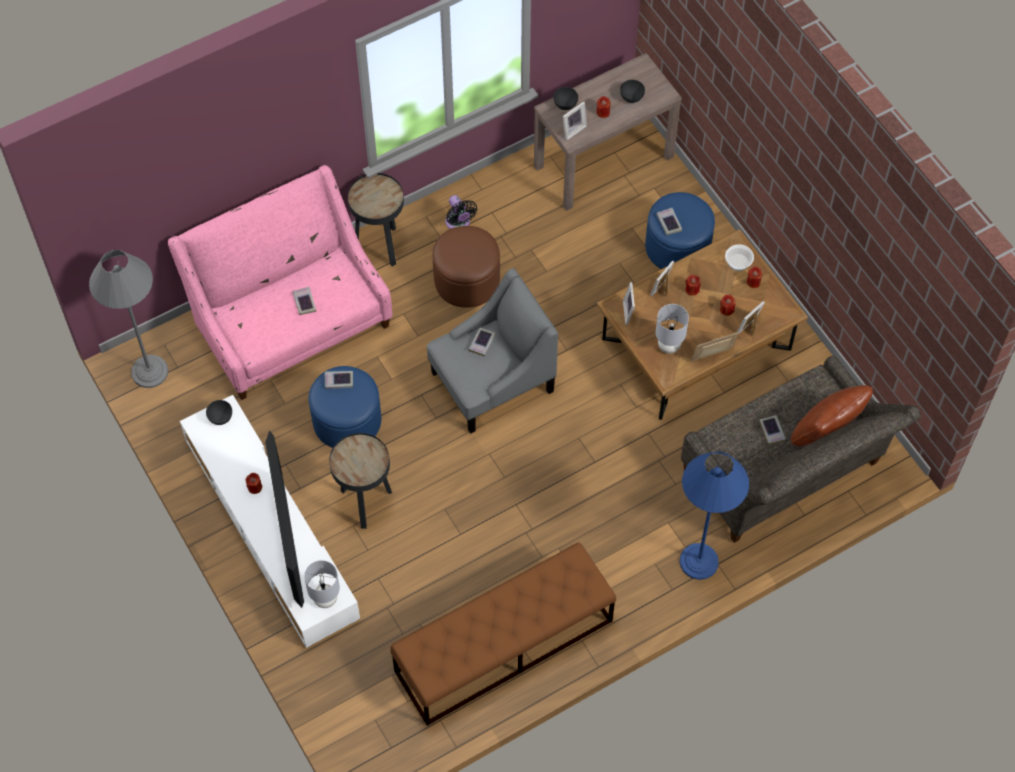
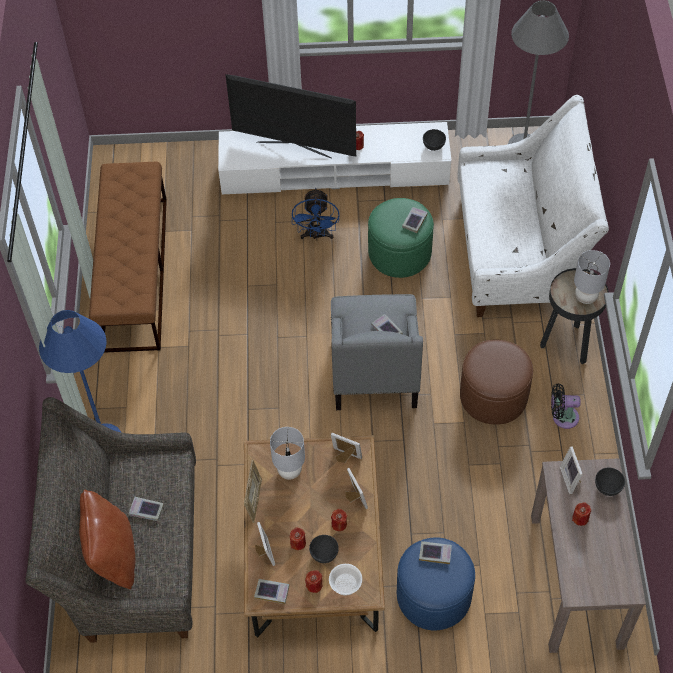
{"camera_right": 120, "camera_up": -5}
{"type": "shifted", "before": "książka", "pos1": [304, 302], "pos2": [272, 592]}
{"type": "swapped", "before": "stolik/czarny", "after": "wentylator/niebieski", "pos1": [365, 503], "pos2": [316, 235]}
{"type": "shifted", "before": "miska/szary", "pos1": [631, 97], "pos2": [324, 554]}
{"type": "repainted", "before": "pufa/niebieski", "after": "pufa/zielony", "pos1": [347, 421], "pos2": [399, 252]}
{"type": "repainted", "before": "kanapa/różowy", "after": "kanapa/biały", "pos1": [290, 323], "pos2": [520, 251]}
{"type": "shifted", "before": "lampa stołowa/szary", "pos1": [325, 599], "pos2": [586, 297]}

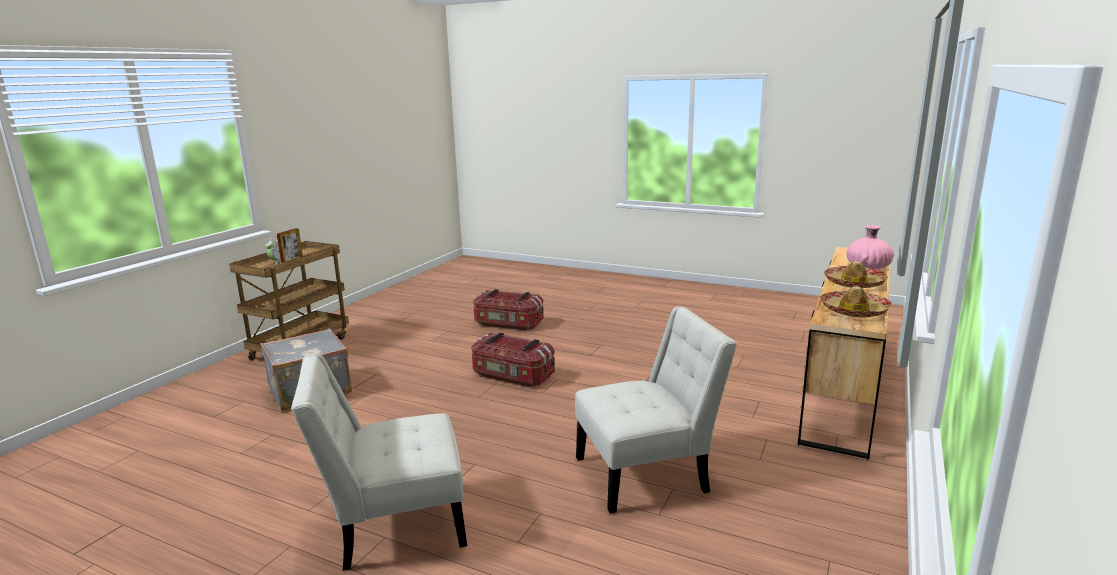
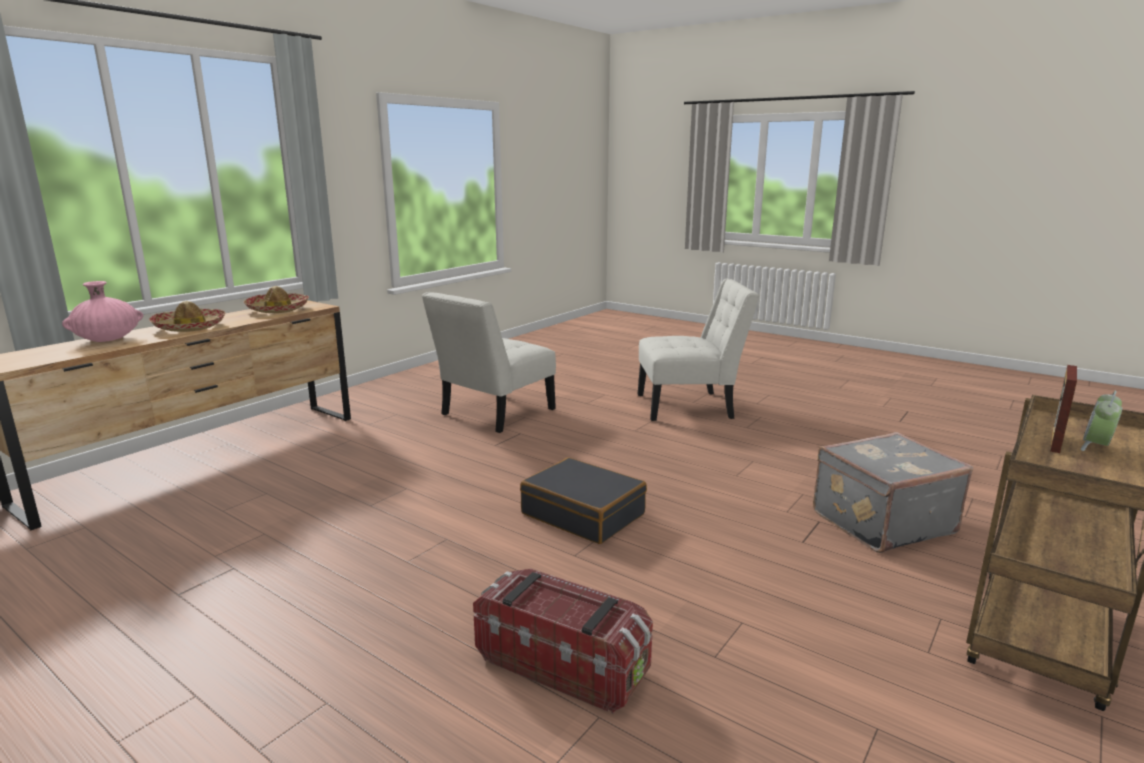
{"camera_right": -170, "camera_up": 0}
{"type": "rotated", "before": "krzesło/biały", "pos1": [648, 473], "pos2": [493, 414], "turn": -45}
{"type": "swapped", "before": "pojemnik do przechowywania", "after": "walizka/czarny", "pos1": [512, 376], "pos2": [583, 514]}

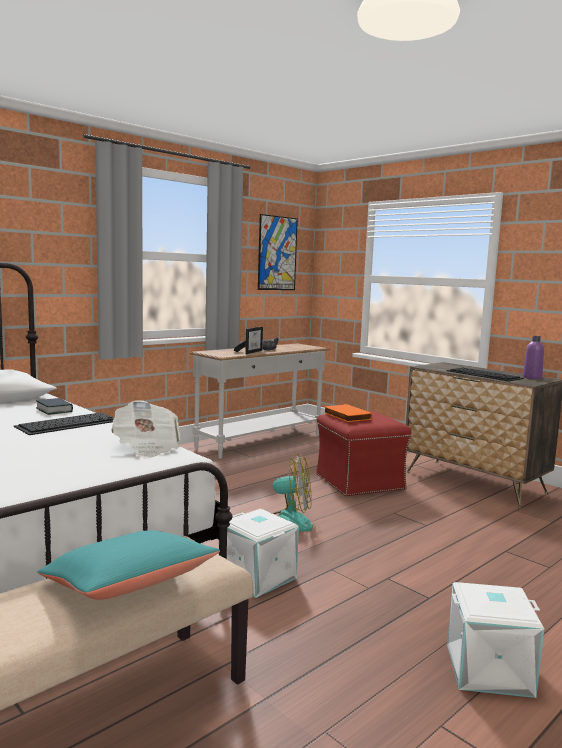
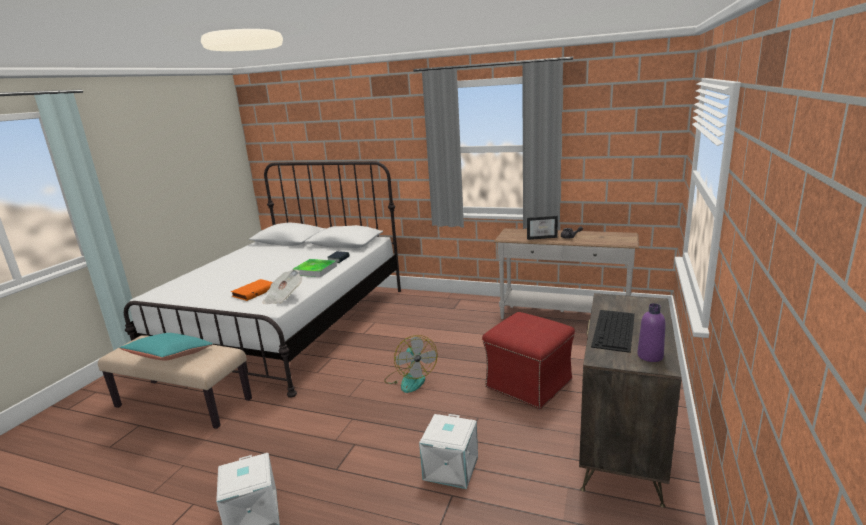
{"camera_right": 65, "camera_up": 10}
{"type": "shifted", "before": "książka/pomarańczowy", "pos1": [345, 416], "pos2": [254, 292]}
{"type": "swapped", "before": "klawiatura", "after": "taca", "pos1": [69, 423], "pos2": [315, 270]}
{"type": "shifted", "before": "pojemnik do przechowywania/biały", "pos1": [258, 577], "pos2": [451, 468]}
{"type": "gone", "before": "obraz", "pos1": [277, 253]}

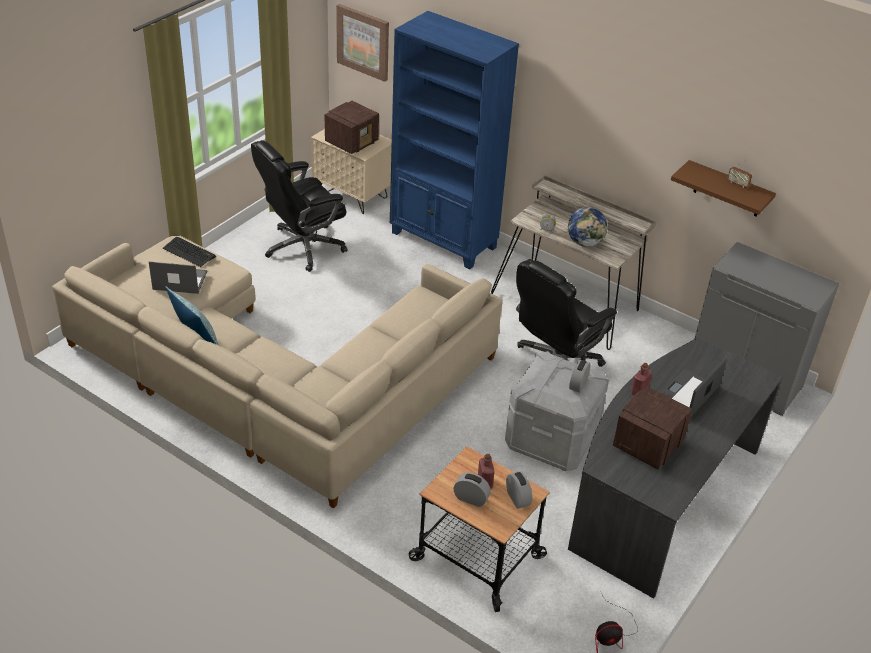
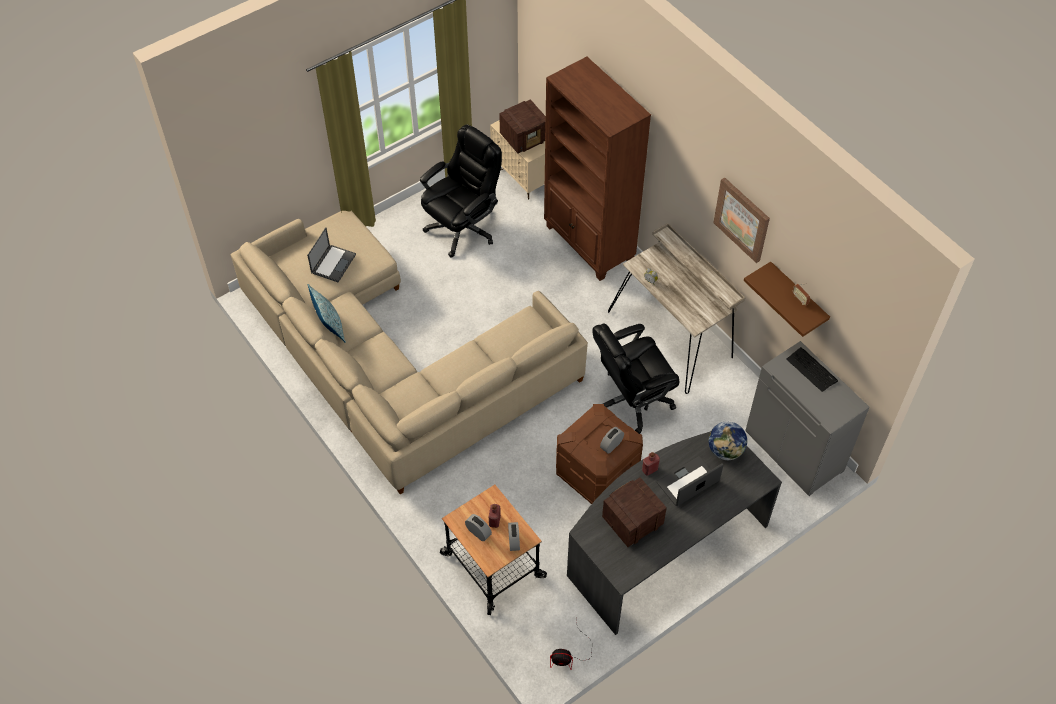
{"camera_right": 20, "camera_up": 15}
{"type": "rotated", "before": "laptop", "pos1": [179, 281], "pos2": [333, 263], "turn": 90}
{"type": "rotated", "before": "krzesło biurowe/czarny", "pos1": [302, 247], "pos2": [463, 228], "turn": 150}
{"type": "repainted", "before": "regał/niebieski", "after": "regał/brązowy", "pos1": [444, 241], "pos2": [589, 244]}
{"type": "repainted", "before": "pojemnik do przechowywania/szary", "after": "pojemnik do przechowywania/brązowy", "pos1": [551, 440], "pos2": [597, 473]}
{"type": "shifted", "before": "globus", "pos1": [585, 243], "pos2": [725, 450]}
{"type": "shifted", "before": "obraz", "pos1": [363, 42], "pos2": [742, 219]}
{"type": "shifted", "before": "klawiatura", "pos1": [189, 252], "pos2": [811, 369]}

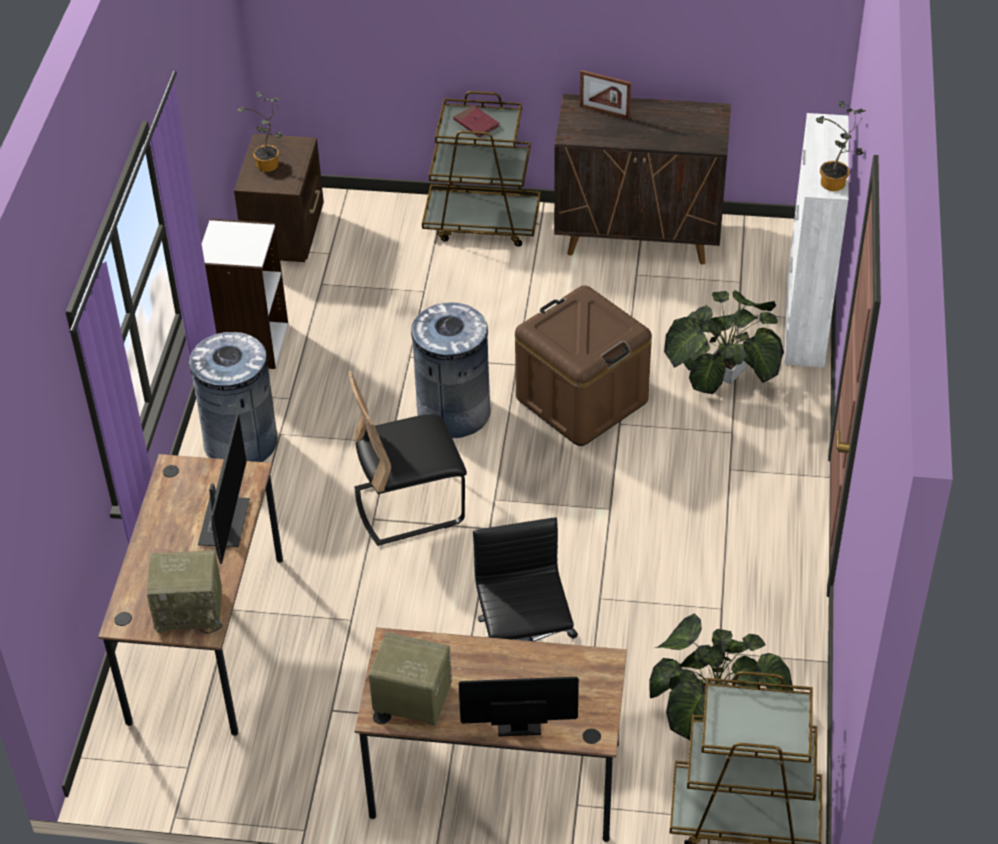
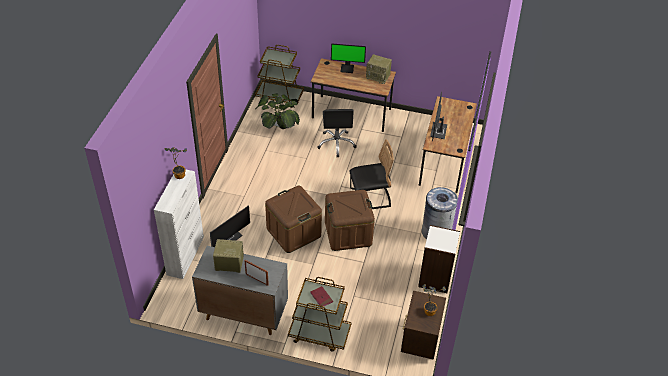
{"camera_right": -175, "camera_up": 0}
{"type": "repainted", "before": "szafka/brązowy", "after": "szafka/szary", "pos1": [639, 237], "pos2": [243, 313]}
{"type": "swapped", "before": "roślina doniczkowa", "after": "monitor", "pos1": [725, 370], "pos2": [229, 237]}
{"type": "shifted", "before": "radio", "pos1": [191, 610], "pos2": [228, 264]}
{"type": "swapped", "before": "kosz na śmieci/szary", "after": "pojemnik do przechowywania/brązowy", "pos1": [453, 412], "pos2": [348, 233]}

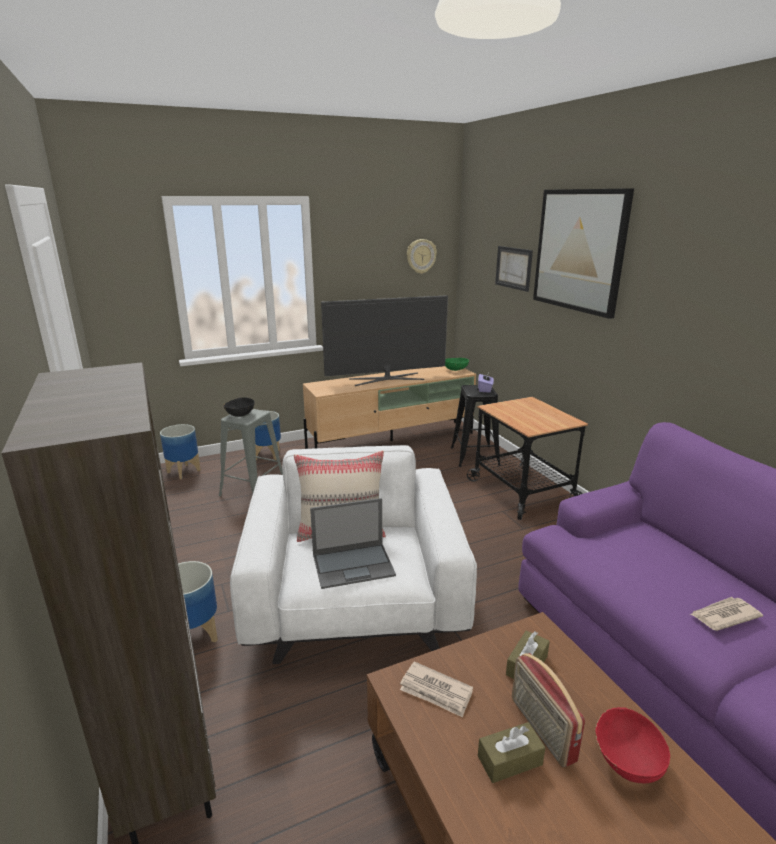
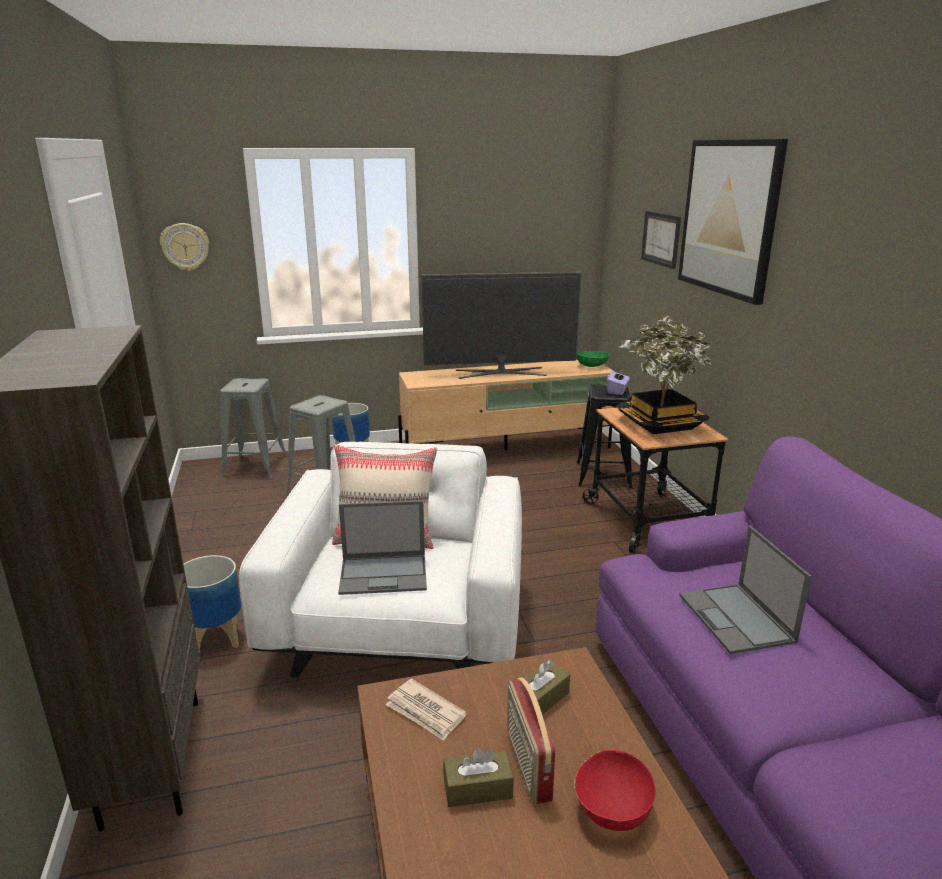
{"camera_right": 10, "camera_up": 0}
{"type": "shifted", "before": "zegar ścienny", "pos1": [421, 256], "pos2": [185, 246]}
{"type": "swapped", "before": "donica", "after": "stołek/szary", "pos1": [183, 471], "pos2": [255, 466]}
{"type": "new", "after": "roślina doniczkowa", "pos2": [660, 424]}
{"type": "new", "after": "laptop", "pos2": [737, 619]}
{"type": "gone", "before": "miska/czarny", "pos1": [240, 414]}
{"type": "gone", "before": "gazeta", "pos1": [723, 615]}

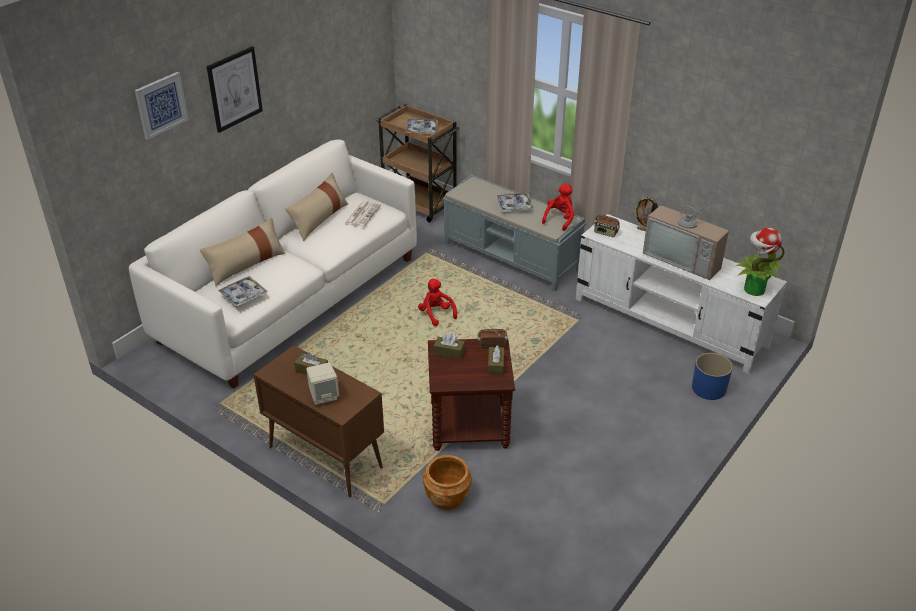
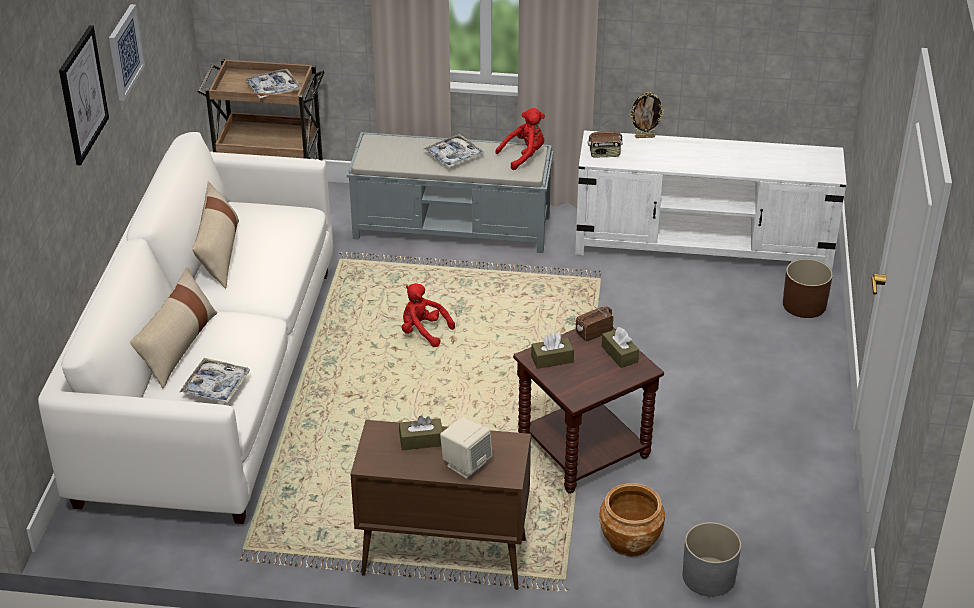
{"camera_right": -30, "camera_up": 0}
{"type": "shifted", "before": "obraz", "pos1": [161, 105], "pos2": [124, 52]}
{"type": "rotated", "before": "pluszak/czerwony", "pos1": [560, 219], "pos2": [524, 156], "turn": 60}
{"type": "new", "after": "donica/szary", "pos2": [708, 577]}
{"type": "repainted", "before": "donica/niebieski", "after": "donica/brązowy", "pos1": [709, 388], "pos2": [804, 305]}
{"type": "gone", "before": "gazeta", "pos1": [362, 214]}
{"type": "gone", "before": "telewizor", "pos1": [684, 258]}
{"type": "gone", "before": "roślina doniczkowa", "pos1": [753, 289]}

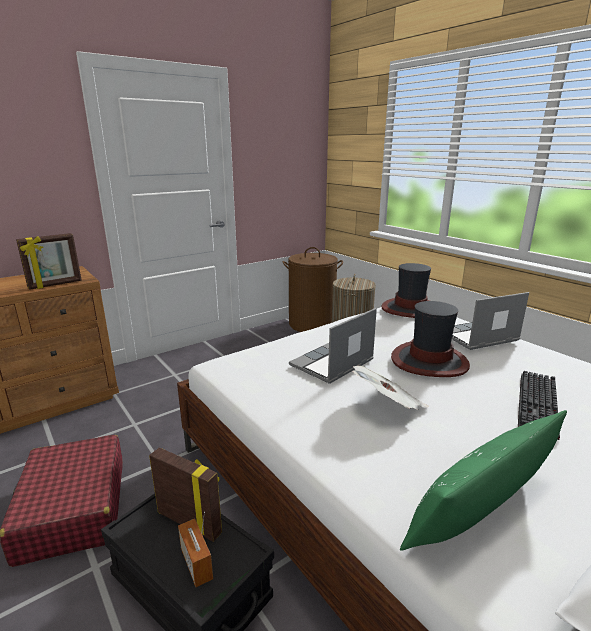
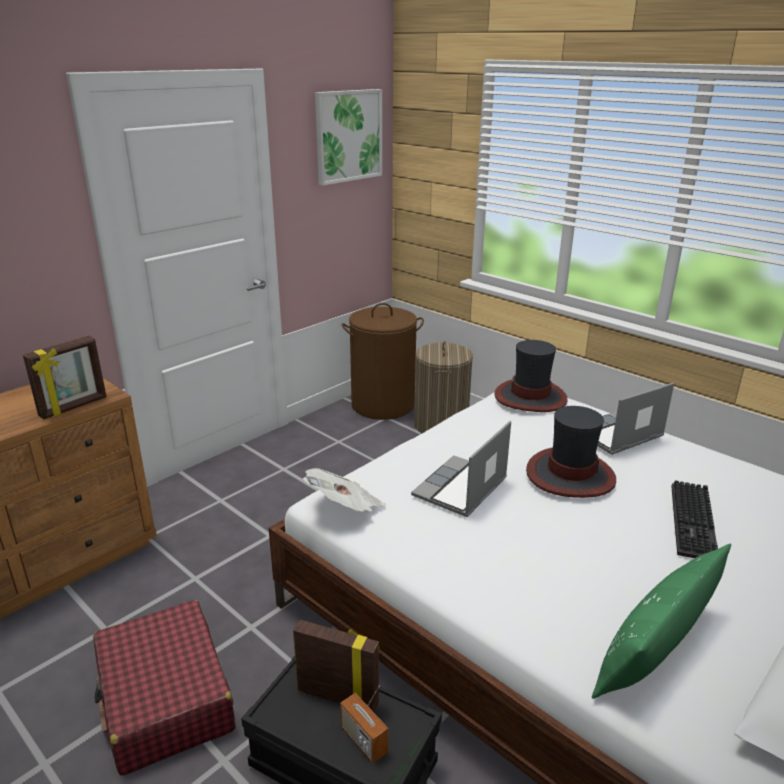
{"camera_right": -10, "camera_up": 5}
{"type": "shifted", "before": "gazeta", "pos1": [388, 405], "pos2": [345, 508]}
{"type": "new", "after": "obraz", "pos2": [348, 136]}

